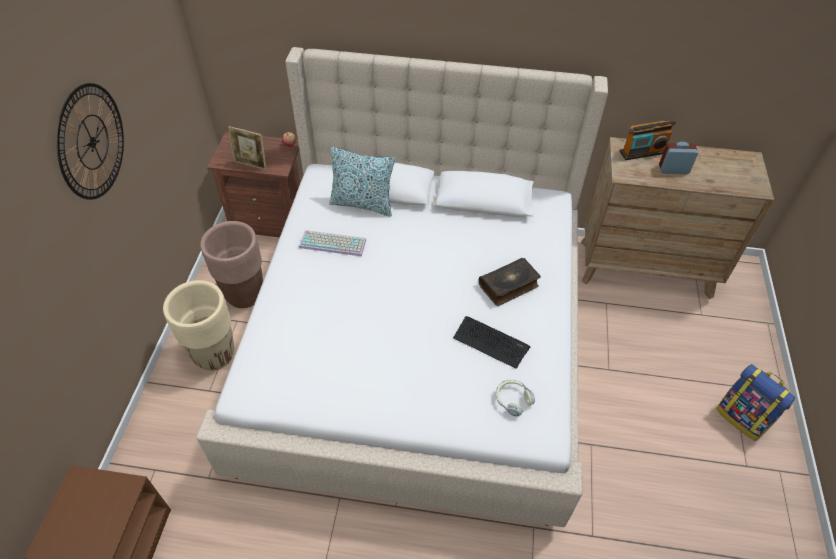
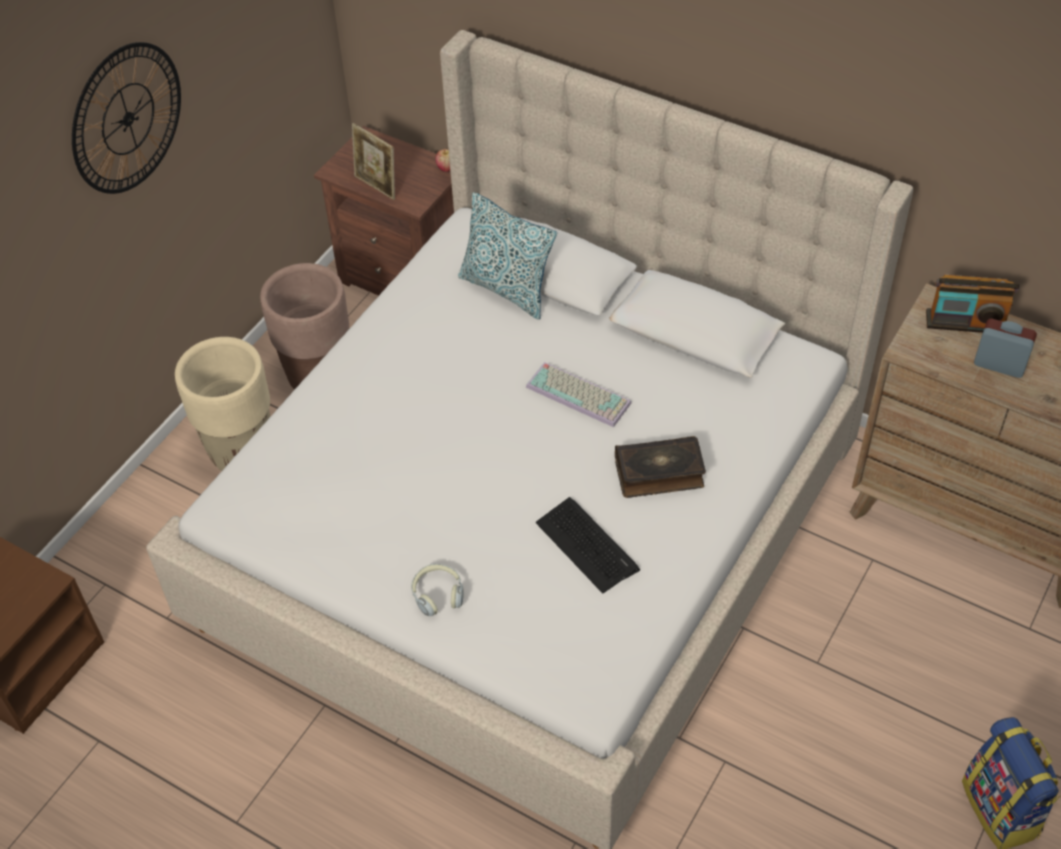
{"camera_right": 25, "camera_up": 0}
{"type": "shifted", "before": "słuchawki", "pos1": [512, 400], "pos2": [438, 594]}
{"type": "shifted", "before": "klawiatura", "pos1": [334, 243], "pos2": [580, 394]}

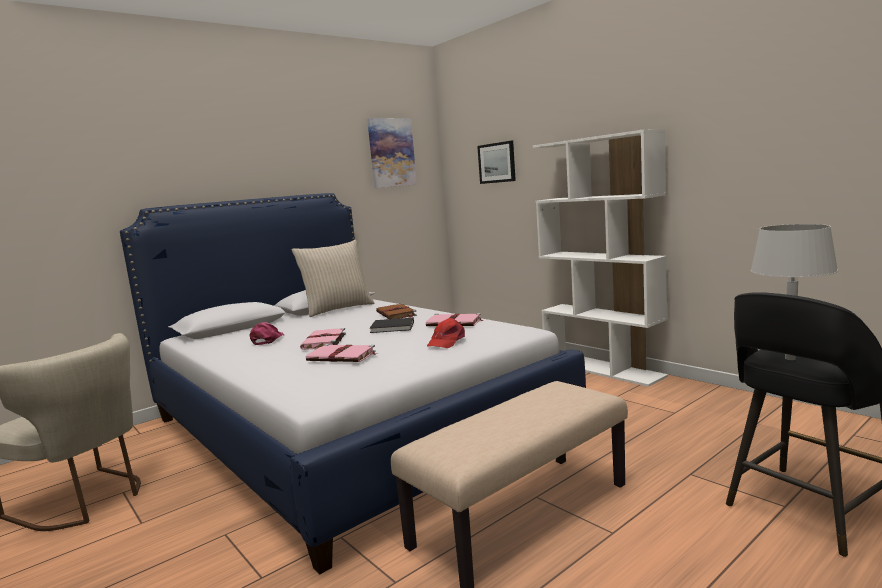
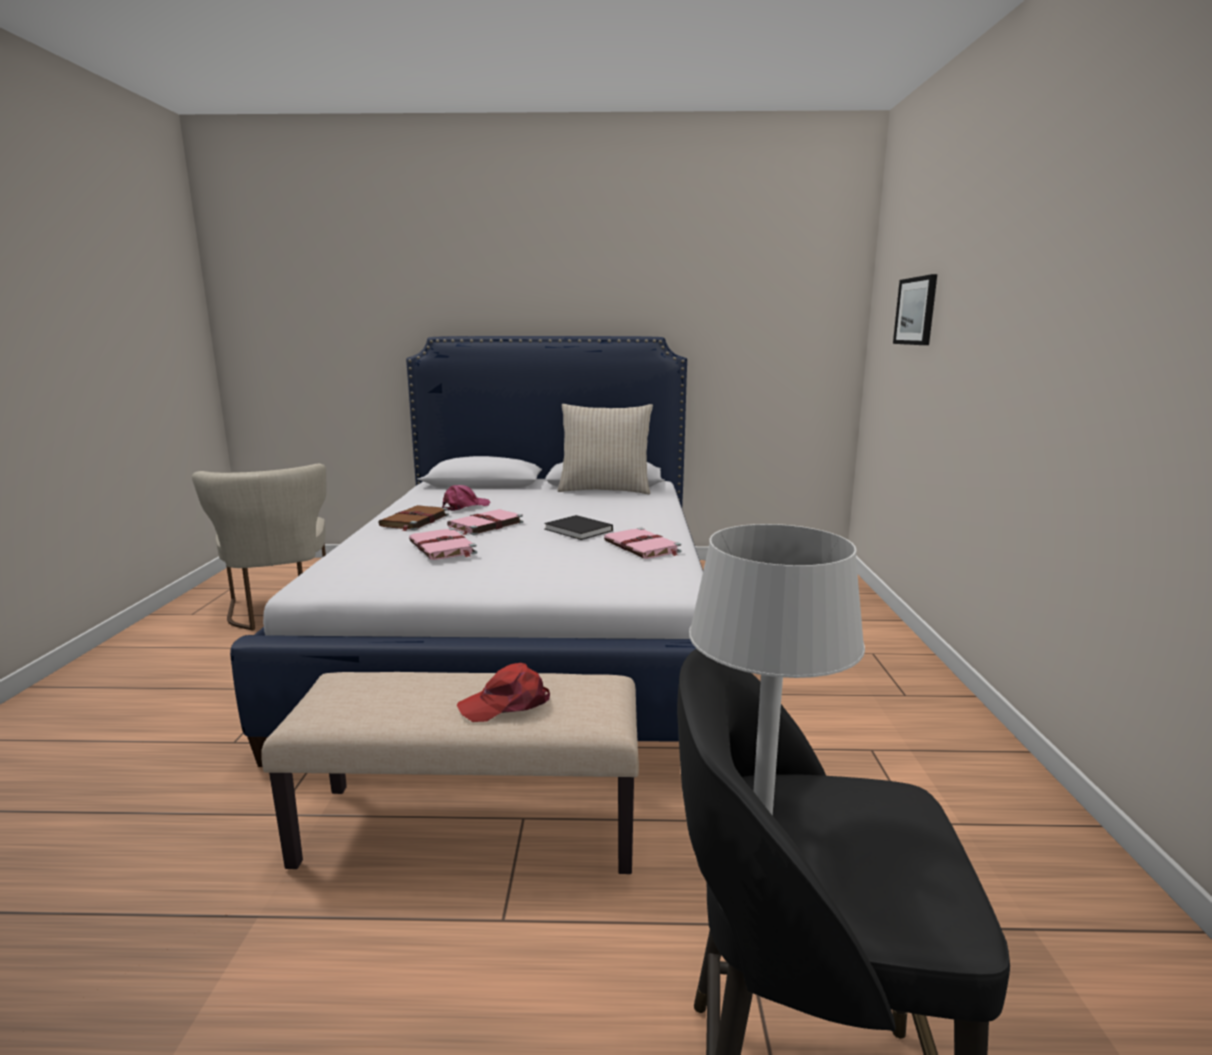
{"camera_right": 40, "camera_up": 5}
{"type": "shifted", "before": "książka/brązowy", "pos1": [396, 314], "pos2": [414, 521]}
{"type": "shifted", "before": "czapka z daszkiem/czerwony", "pos1": [446, 341], "pos2": [506, 704]}
{"type": "gone", "before": "obraz", "pos1": [391, 153]}
{"type": "gone", "before": "regał/biały", "pos1": [603, 369]}

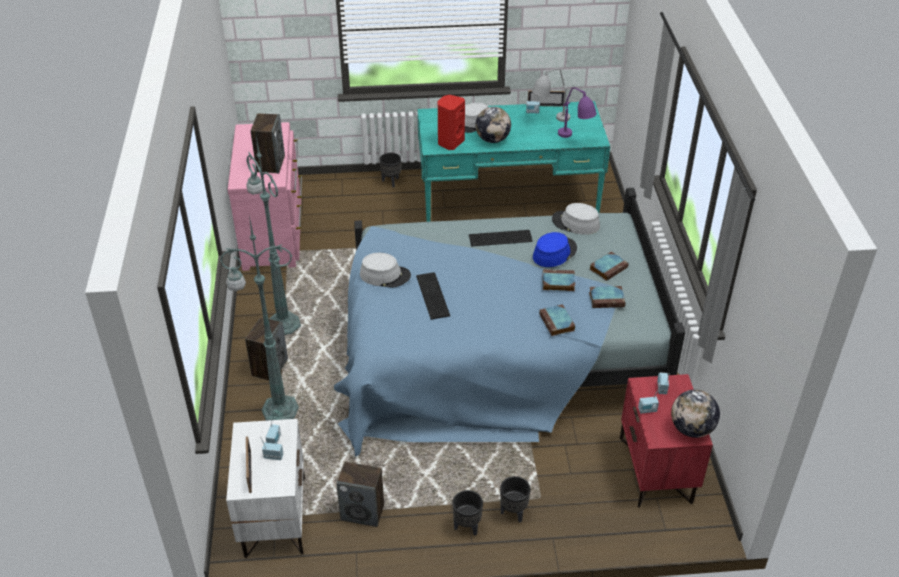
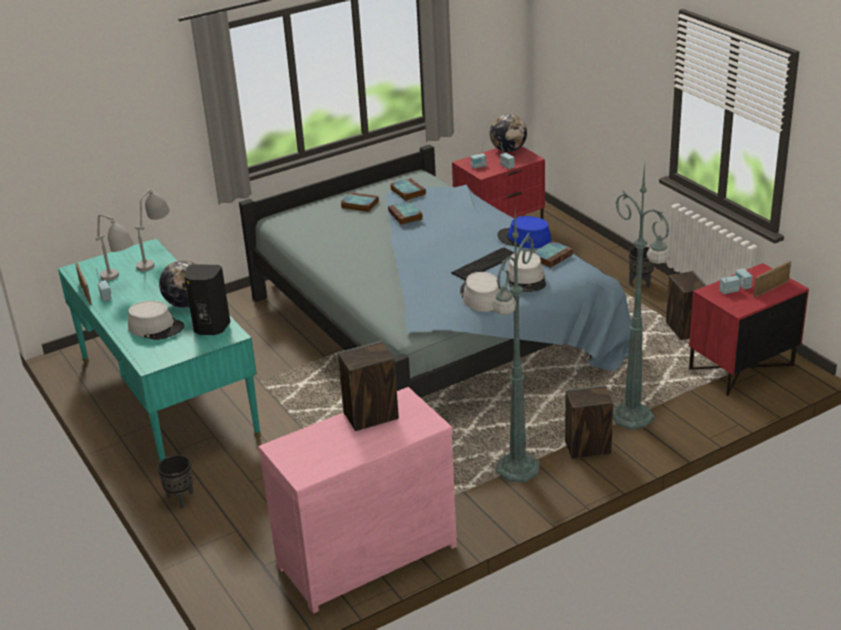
{"camera_right": -115, "camera_up": -10}
{"type": "repainted", "before": "lampa stołowa/fioletowy", "after": "lampa stołowa/szary", "pos1": [575, 140], "pos2": [157, 257]}
{"type": "repainted", "before": "głośnik/czerwony", "after": "głośnik/czarny", "pos1": [450, 142], "pos2": [210, 328]}
{"type": "shifted", "before": "kapelusz/niebieski", "pos1": [554, 253], "pos2": [524, 239]}
{"type": "shifted", "before": "kapelusz/szary", "pos1": [575, 223], "pos2": [526, 279]}
{"type": "shifted", "before": "książka", "pos1": [557, 323], "pos2": [552, 256]}
{"type": "repainted", "before": "szafka nocna/biały", "after": "szafka nocna/czerwony", "pos1": [274, 517], "pos2": [742, 368]}
{"type": "gone", "before": "klawiatura", "pos1": [501, 239]}
{"type": "gone", "before": "donica/czarny", "pos1": [513, 512]}

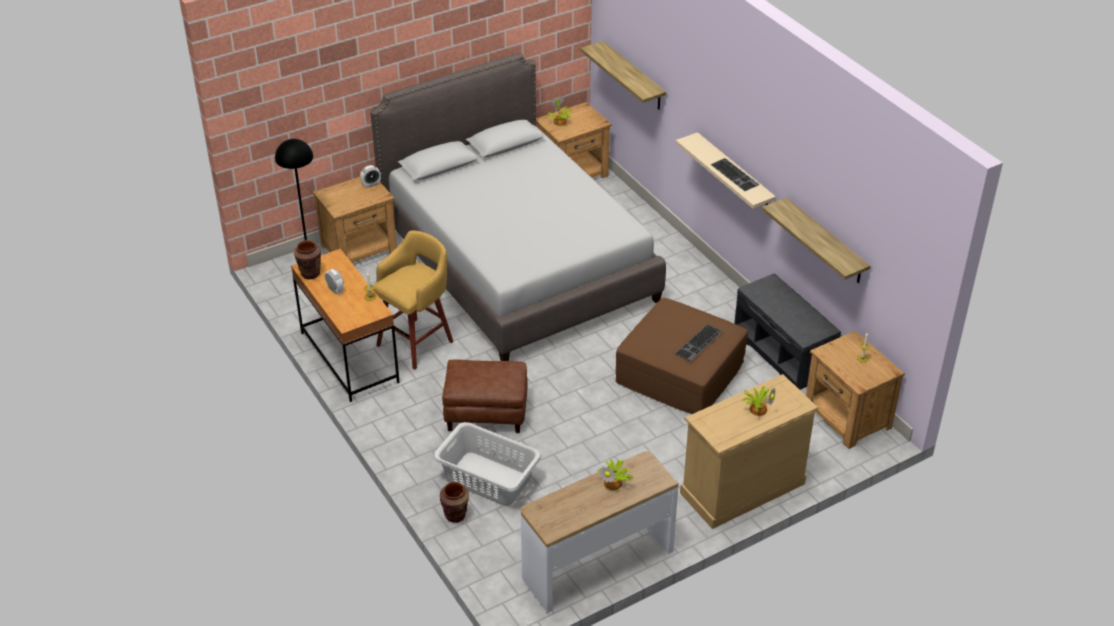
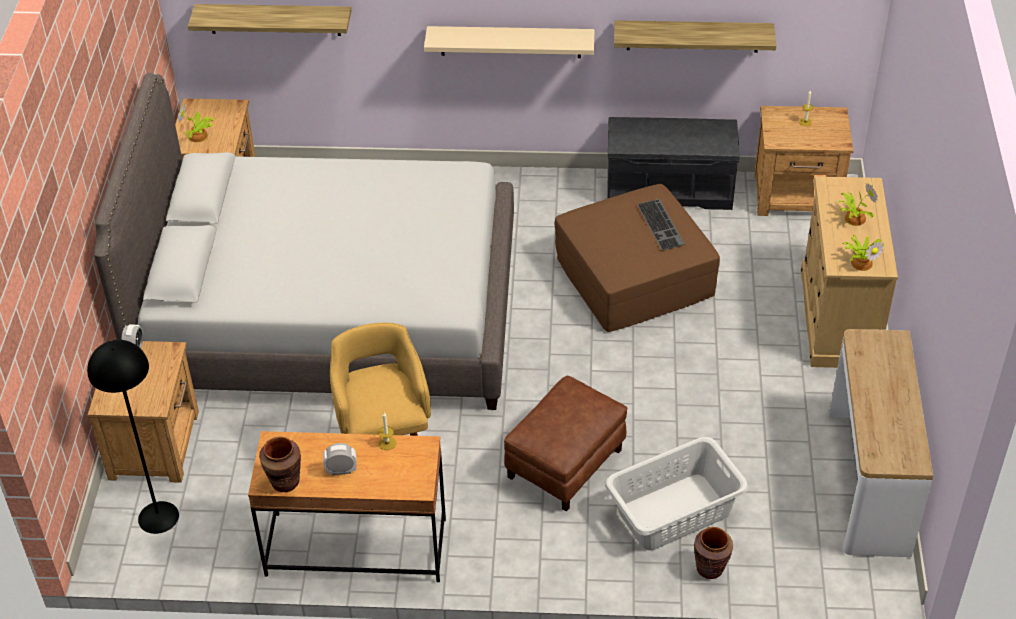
{"camera_right": -55, "camera_up": 5}
{"type": "shifted", "before": "roślina doniczkowa", "pos1": [614, 483], "pos2": [861, 262]}
{"type": "gone", "before": "klawiatura", "pos1": [735, 174]}

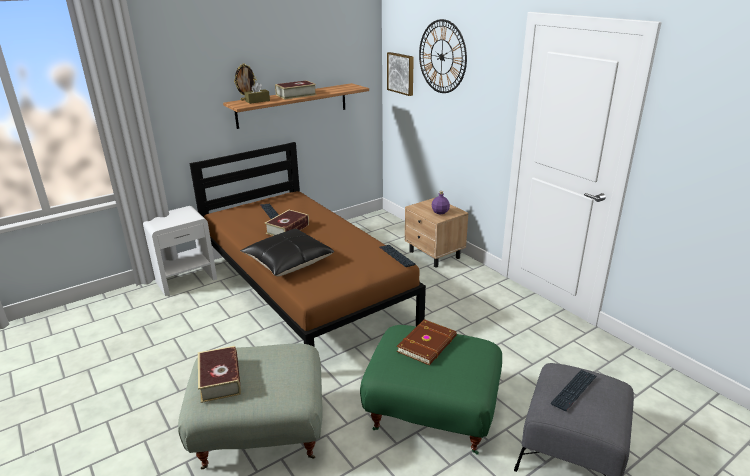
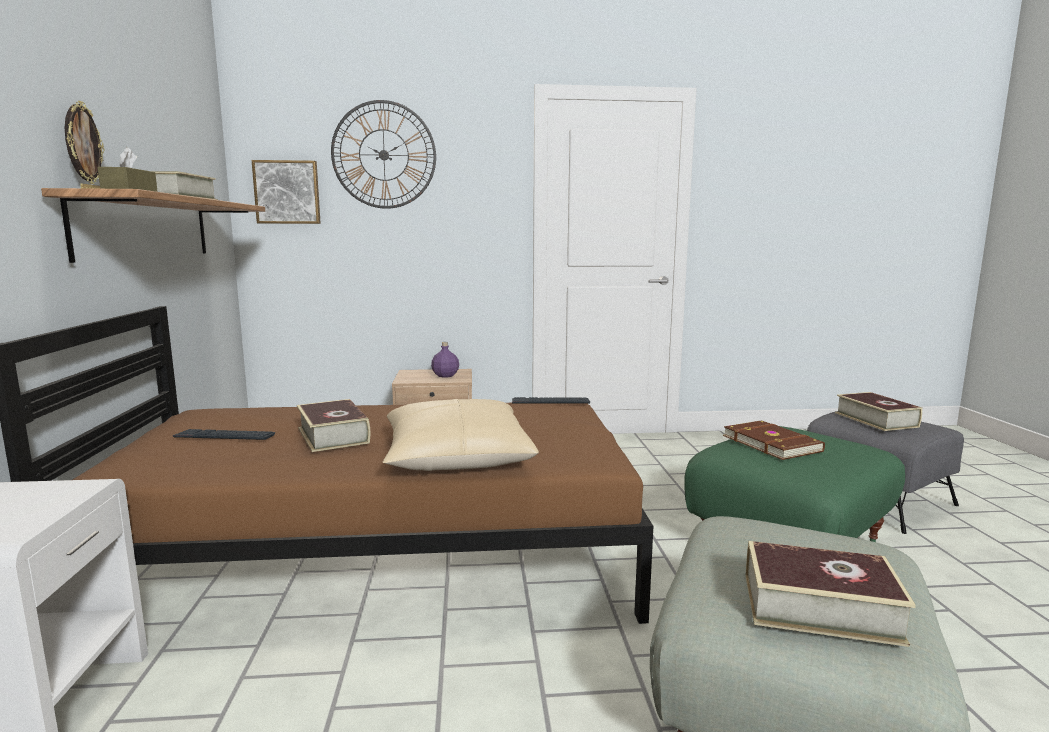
{"camera_right": -60, "camera_up": -15}
{"type": "repainted", "before": "poduszka/czarny", "after": "poduszka/beżowy", "pos1": [288, 261], "pos2": [456, 457]}
{"type": "swapped", "before": "klawiatura", "after": "książka", "pos1": [573, 390], "pos2": [876, 420]}

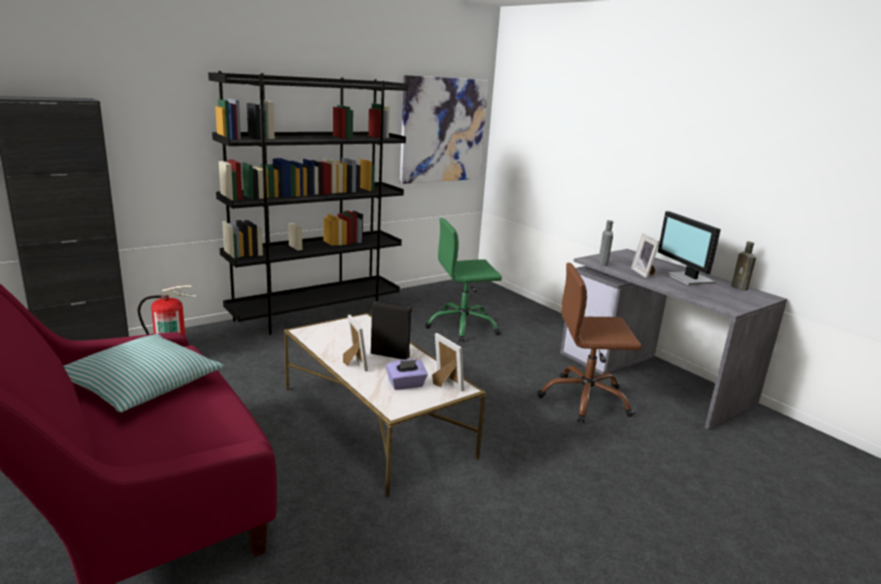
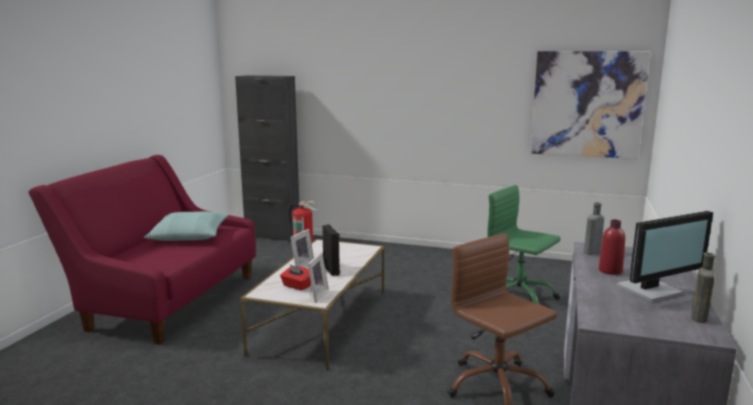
{"camera_right": 55, "camera_up": -5}
{"type": "repainted", "before": "pudełko chusteczek/fioletowy", "after": "pudełko chusteczek/czerwony", "pos1": [406, 384], "pos2": [297, 286]}
{"type": "swapped", "before": "ramka na zdjęcie", "after": "butelka/czerwony", "pos1": [644, 273], "pos2": [610, 271]}
{"type": "rotated", "before": "monitor", "pos1": [689, 279], "pos2": [652, 291], "turn": -150}
{"type": "gone", "before": "regał/czarny", "pos1": [316, 314]}

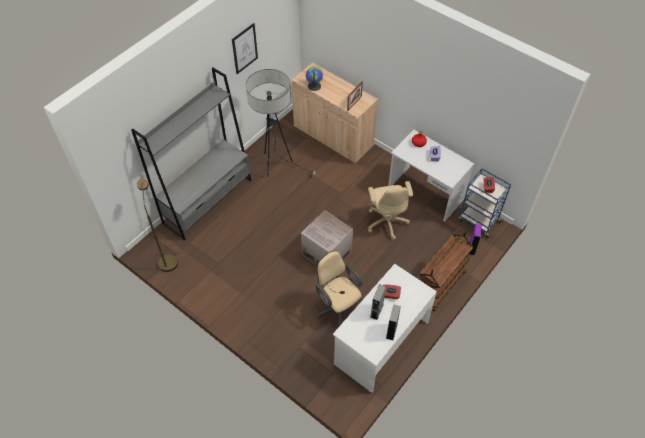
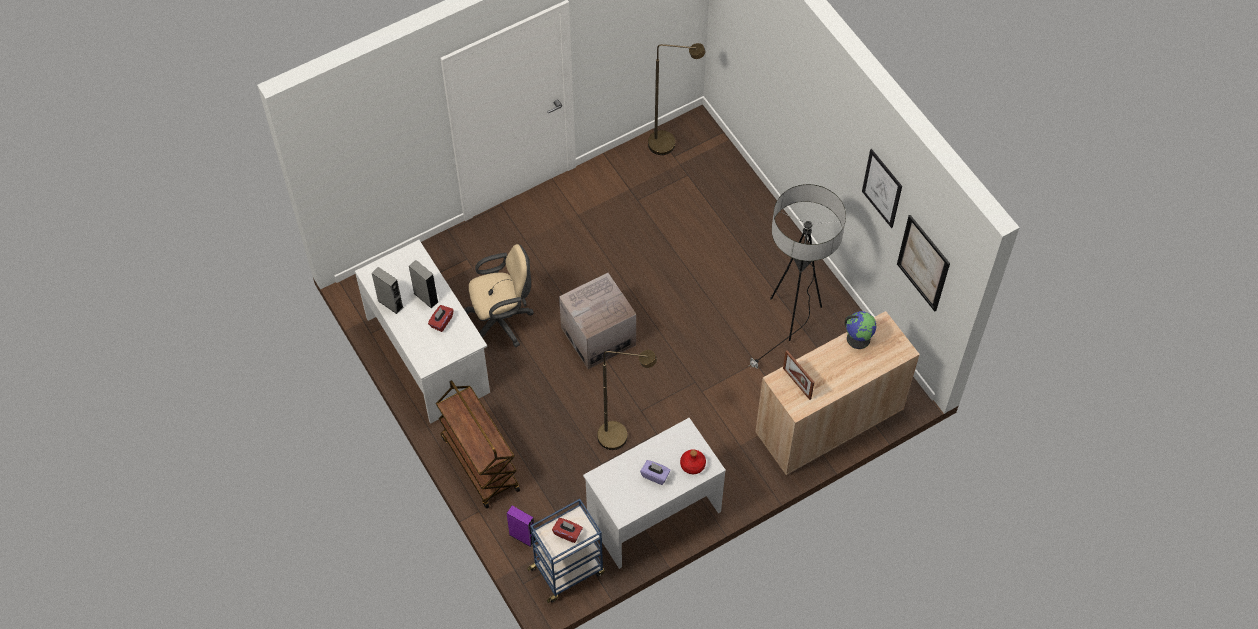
{"camera_right": 110, "camera_up": 5}
{"type": "swapped", "before": "krzesło biurowe/beżowy", "after": "lampa stojąca/brązowy", "pos1": [387, 221], "pos2": [621, 436]}
{"type": "new", "after": "obraz", "pos2": [923, 263]}
{"type": "gone", "before": "regał/szary", "pos1": [208, 201]}

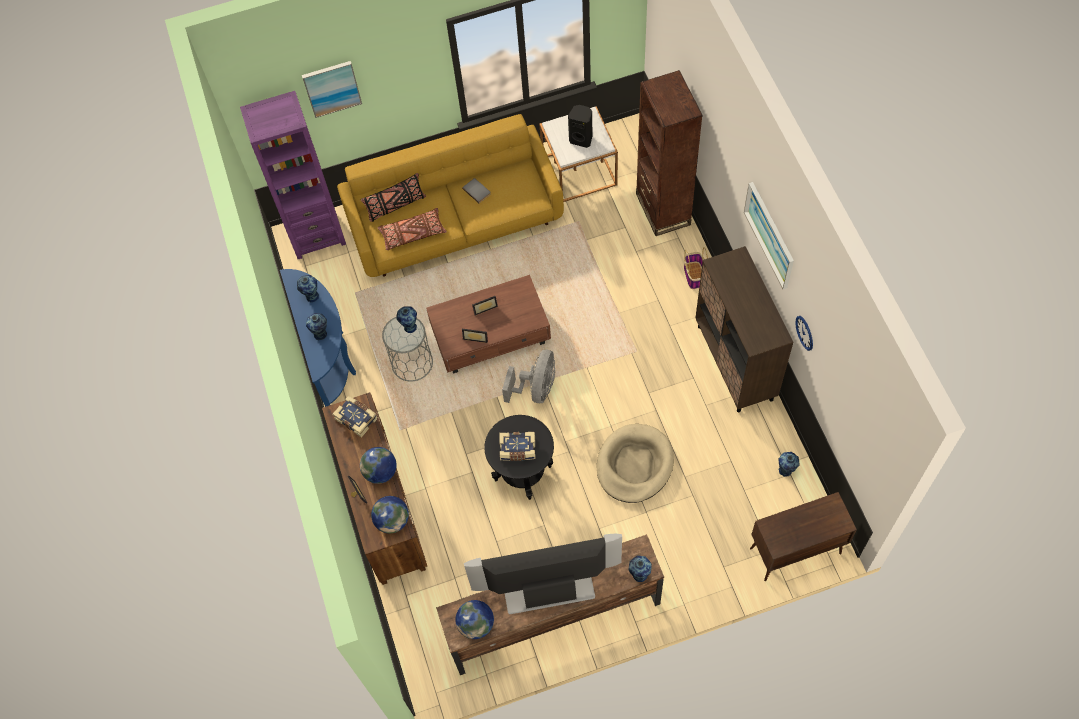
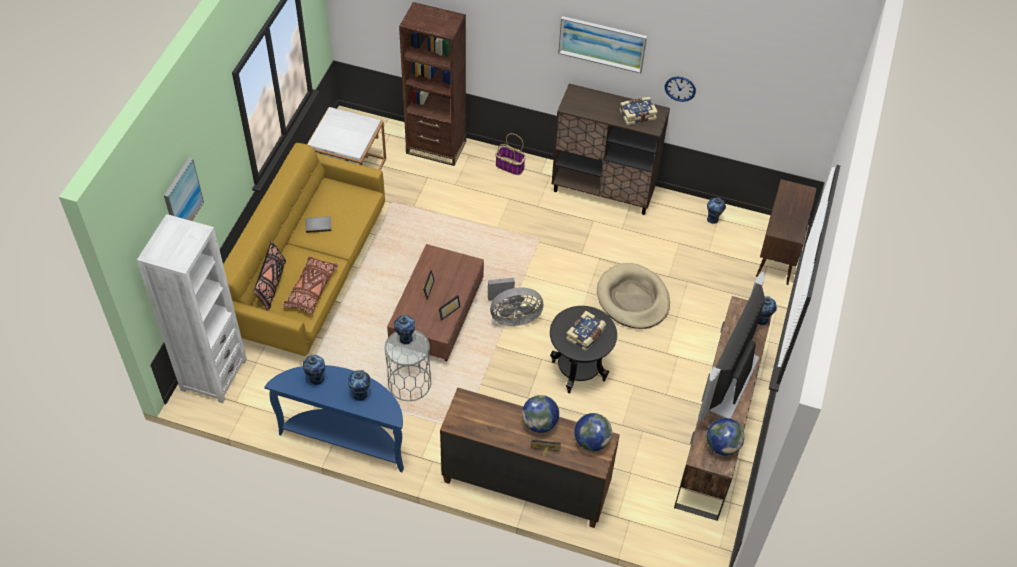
{"camera_right": -60, "camera_up": -10}
{"type": "repainted", "before": "regał/fioletowy", "after": "regał/biały", "pos1": [316, 235], "pos2": [213, 375]}
{"type": "rotated", "before": "wentylator/szary", "pos1": [536, 388], "pos2": [513, 317], "turn": 120}
{"type": "shifted", "before": "książka", "pos1": [356, 418], "pos2": [637, 114]}
{"type": "gone", "before": "głośnik/czarny", "pos1": [581, 139]}

